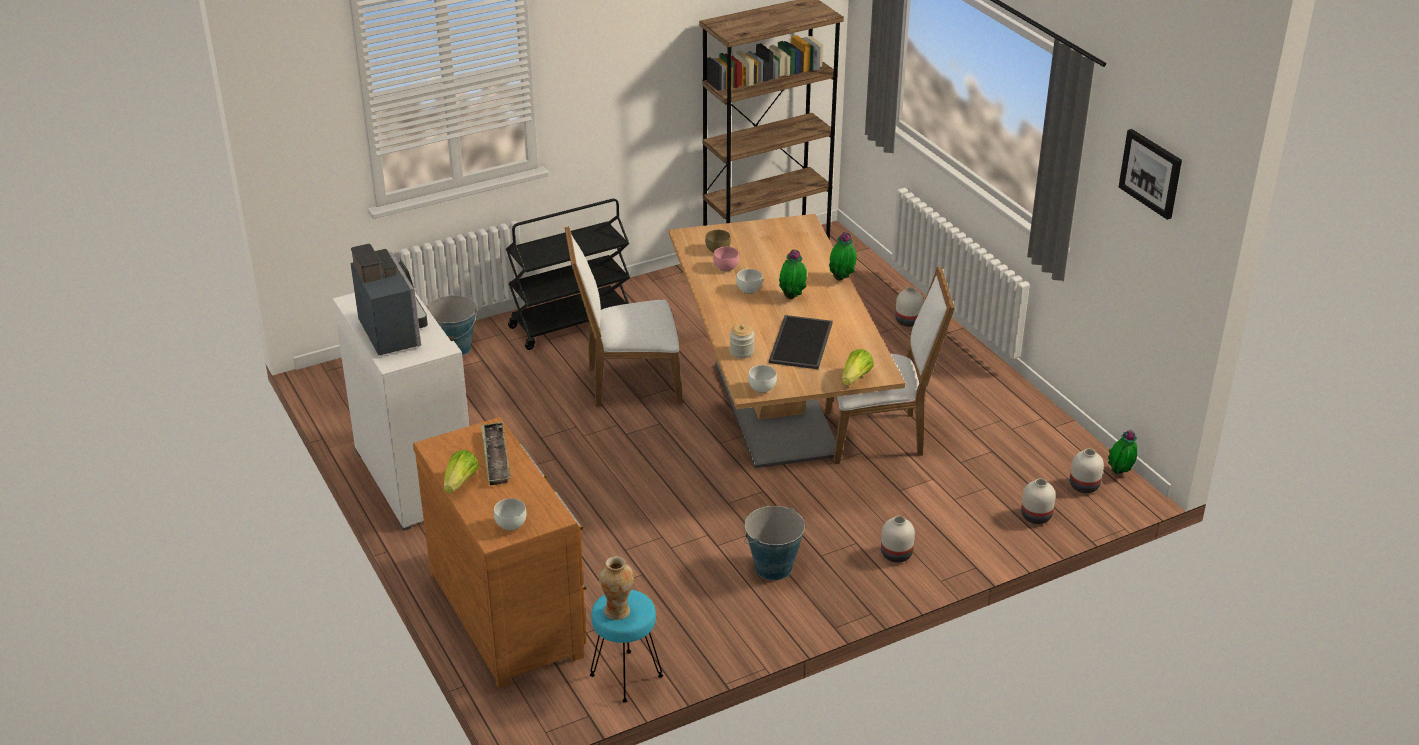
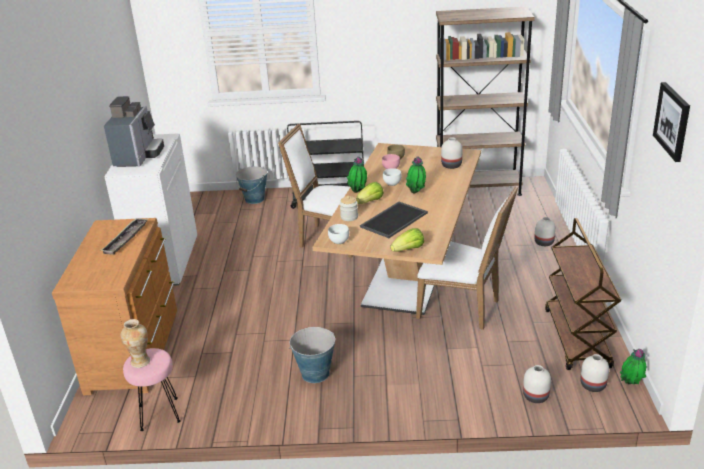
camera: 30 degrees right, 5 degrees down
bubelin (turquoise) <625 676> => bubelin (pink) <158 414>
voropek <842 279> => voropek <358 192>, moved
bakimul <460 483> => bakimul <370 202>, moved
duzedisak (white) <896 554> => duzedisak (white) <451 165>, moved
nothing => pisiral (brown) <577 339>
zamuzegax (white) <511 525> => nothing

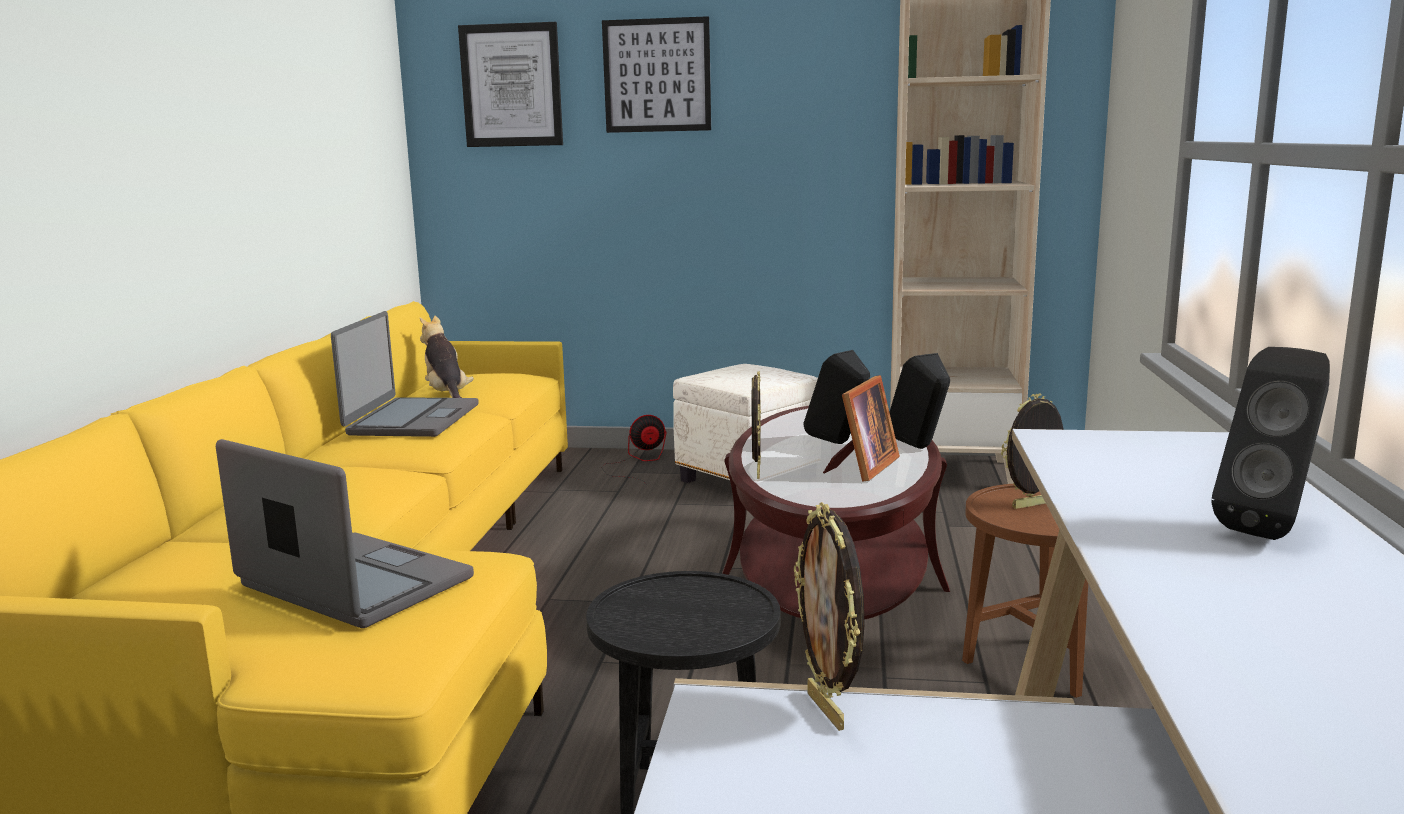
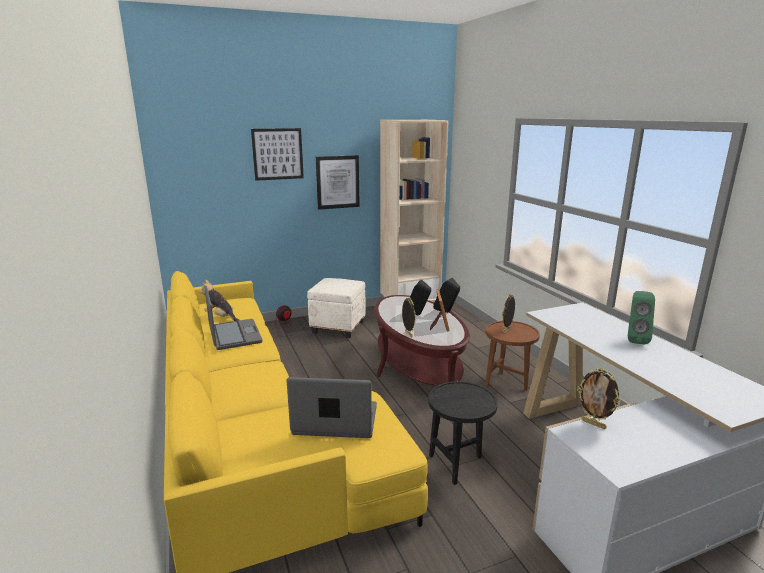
camera: 30 degrees left, 5 degrees up
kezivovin <511 85> => kezivovin <337 182>, moved
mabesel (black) <1271 529> => mabesel (green) <635 339>

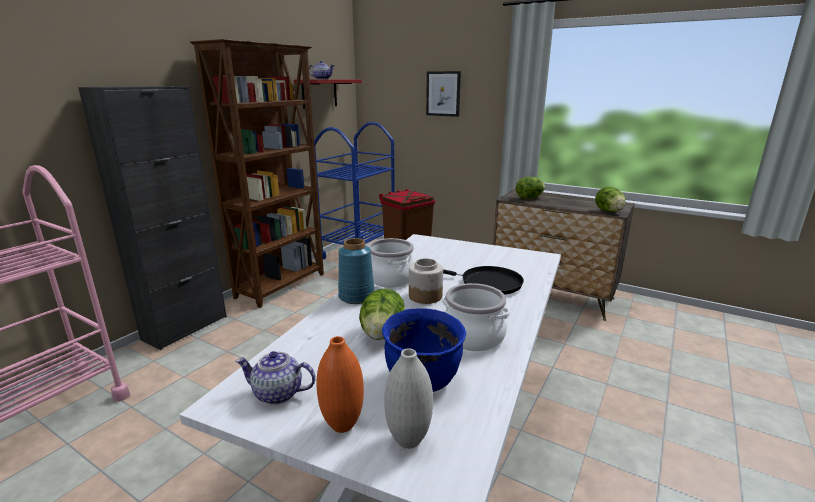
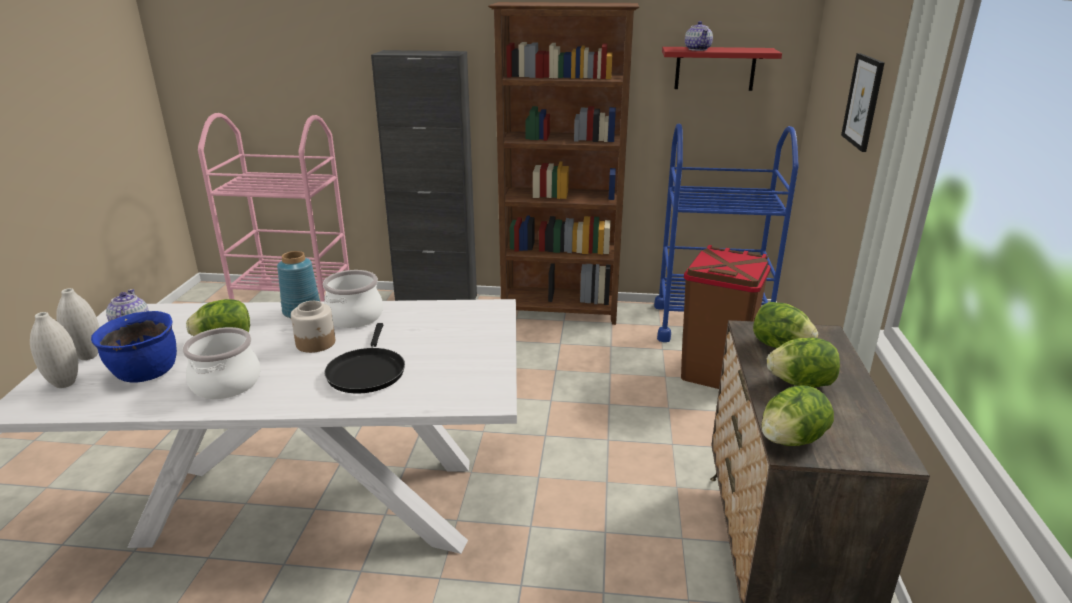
camera: 65 degrees right, 5 degrees up
duzedisak (orange) <342 425> => duzedisak (white) <88 356>
nothing => bakimul <801 383>

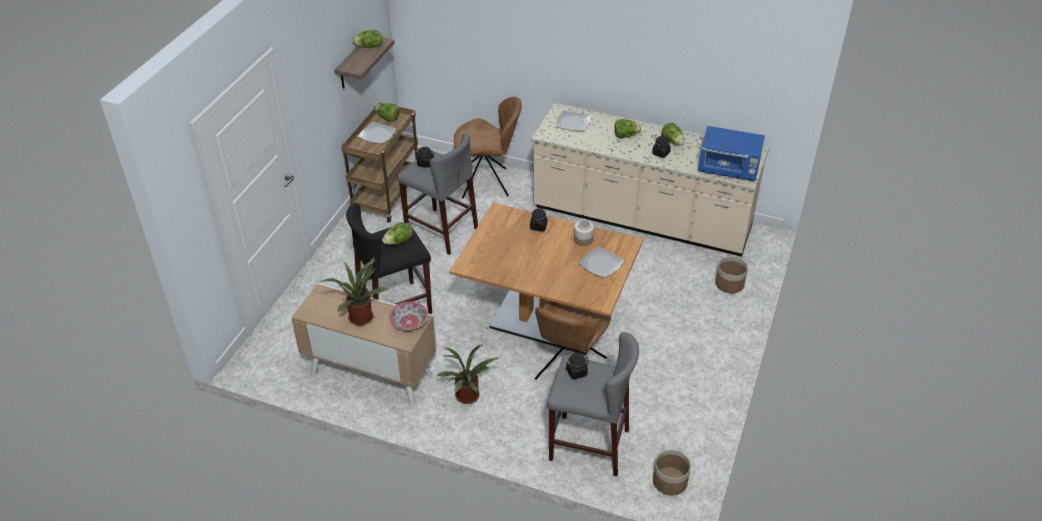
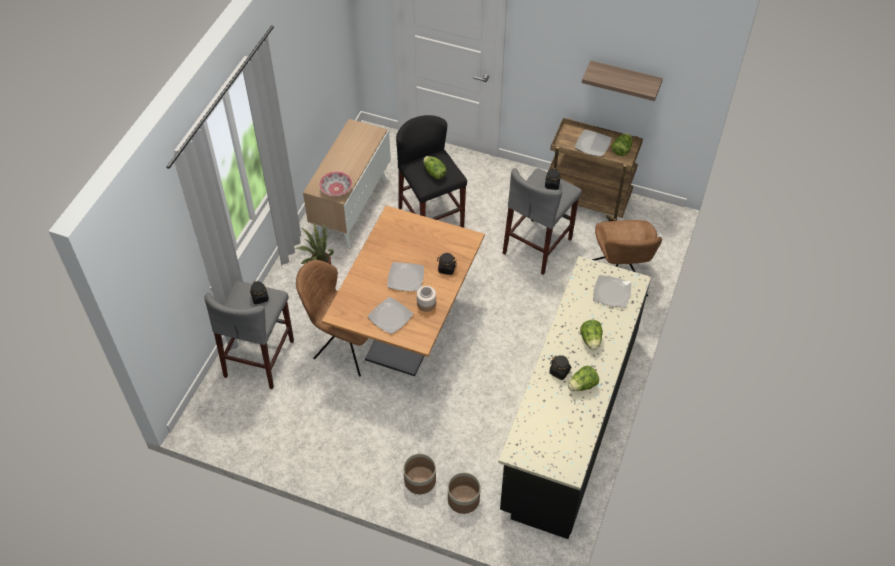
camera: 90 degrees right, 10 degrees up
nothing => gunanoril <406 278>
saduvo <670 481> => saduvo <420 480>, moved
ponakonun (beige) <641 219> => ponakonun (black) <569 421>
voropek <360 316> => nothing
bakimul <369 47> => nothing
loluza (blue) <729 169> => nothing

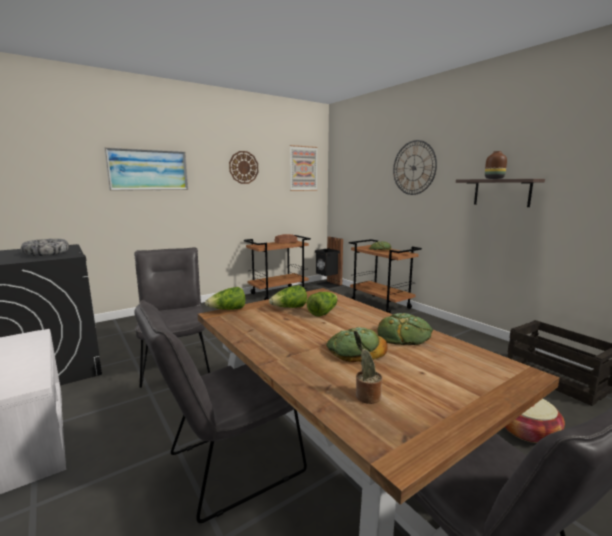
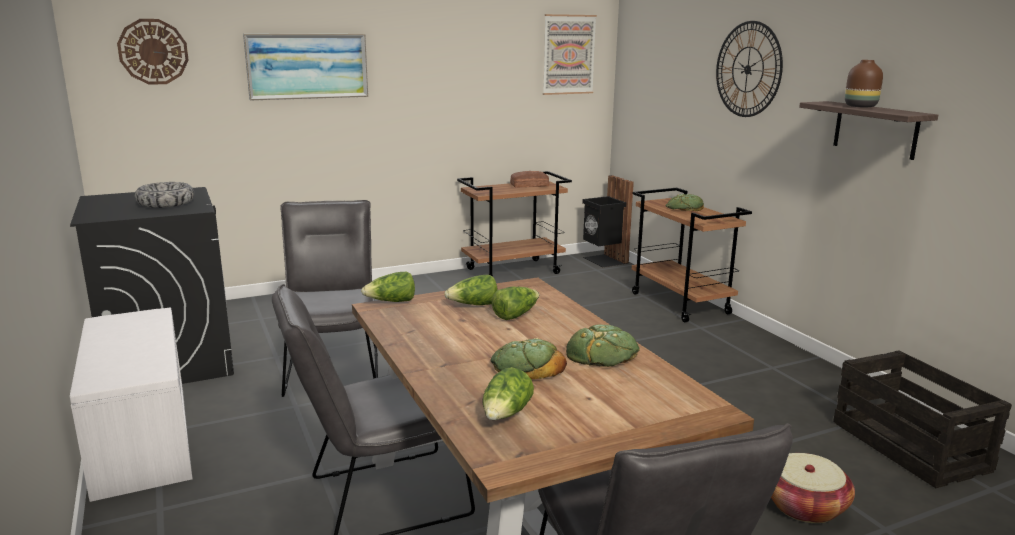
camera: 10 degrees right, 5 degrees up
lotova <243 167> => lotova <153 51>, moved
voropek <366 396> => bakimul <506 415>

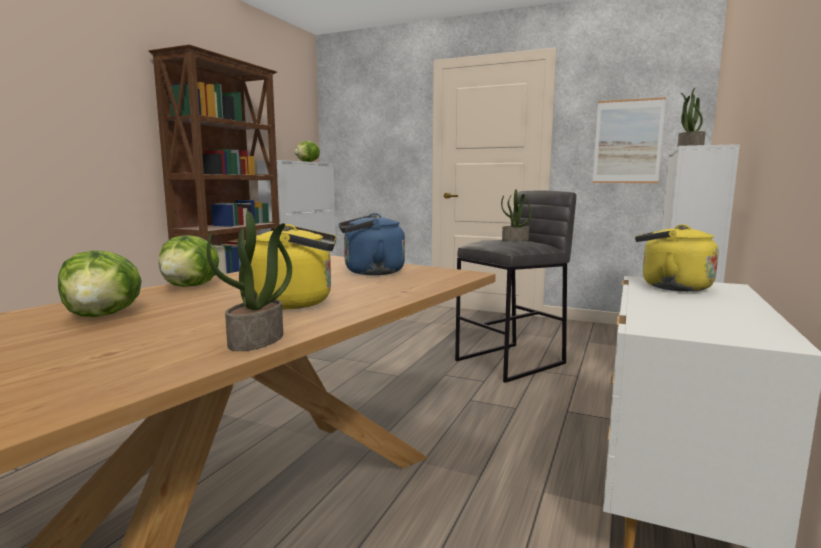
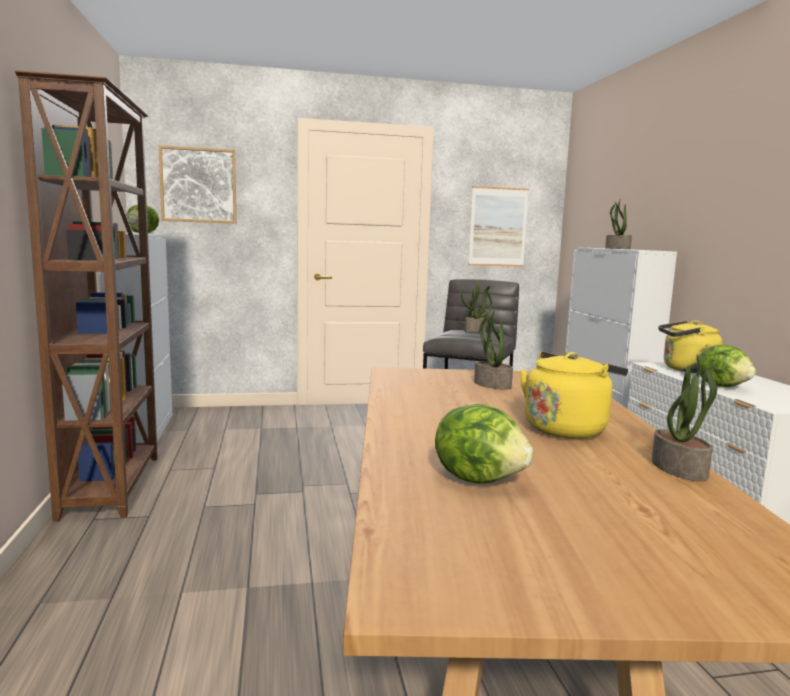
camera: 35 degrees left, 0 degrees up
nothing => kezivovin <198 185>
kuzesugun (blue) <370 272> => voropek <491 385>
bakimul <191 286> => bakimul <723 386>, moved

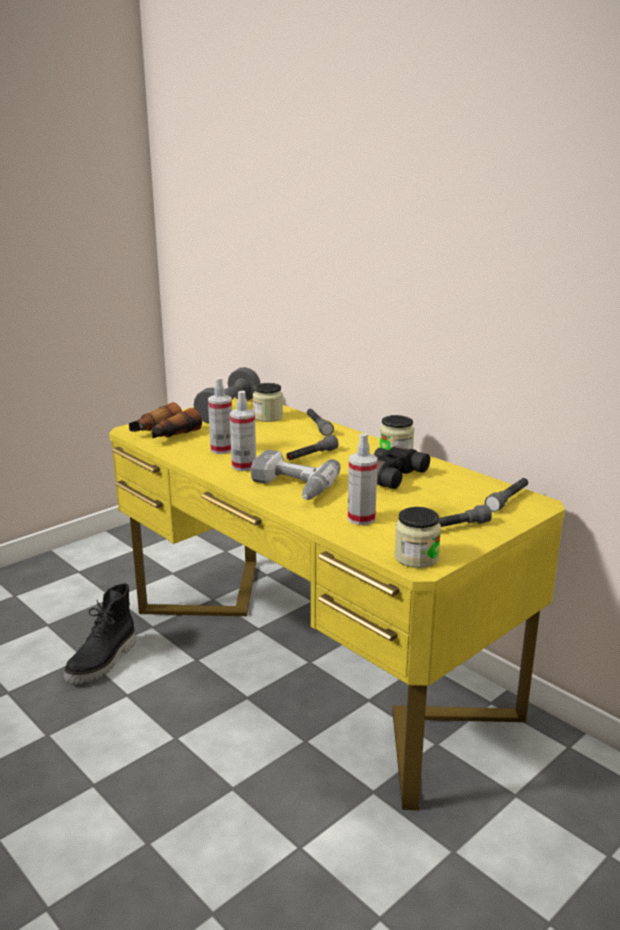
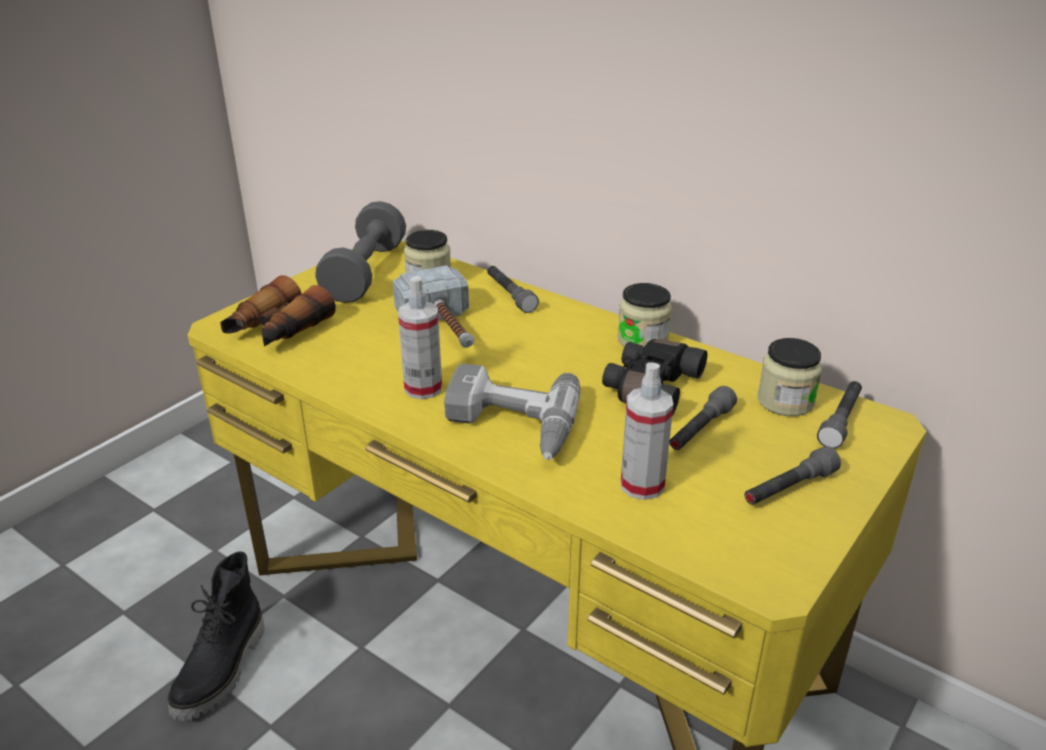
camera: 10 degrees left, 10 degrees up
nothing => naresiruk <445 330>
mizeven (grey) <311 456> => mizeven (grey) <700 430>, moved
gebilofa <416 557> => gebilofa <785 401>, moved
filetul <222 449> => nothing

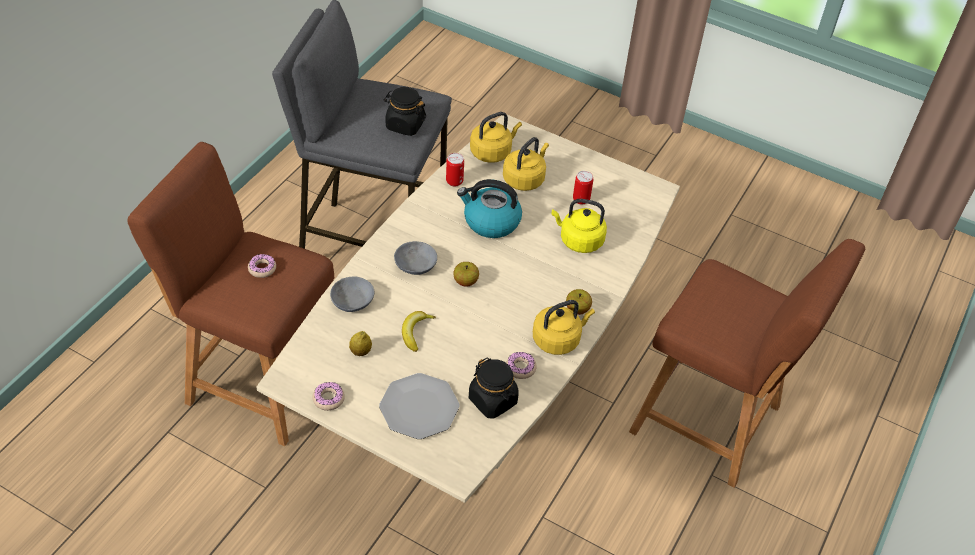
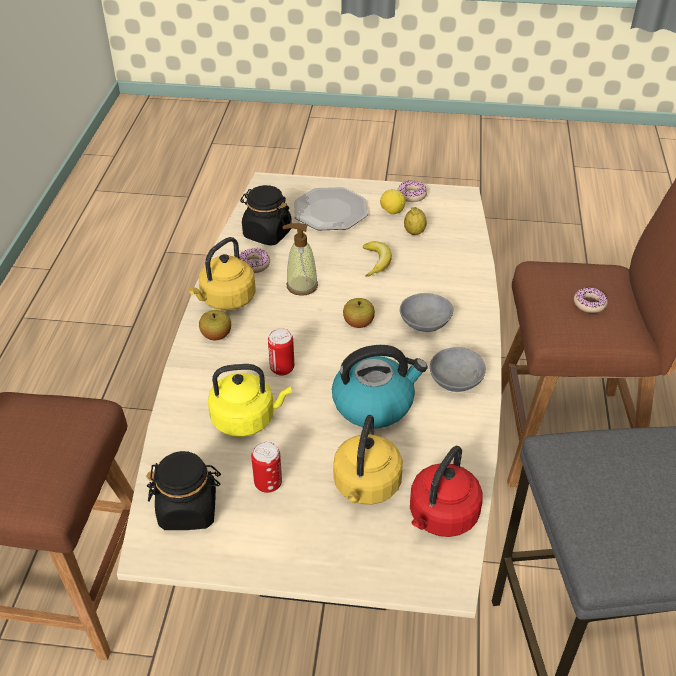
camera: 160 degrees right, 5 degrees down
gebilofa (black) <405 125> => gebilofa (black) <188 509>, moved
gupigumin <454 181> => gupigumin <282 368>, moved
nothing => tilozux <301 286>
nothing => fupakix <391 212>
kuzesugun (yellow) <492 152> => kuzesugun (red) <441 517>
zamuzegax (grey) <353 302> => zamuzegax (grey) <454 378>, moved

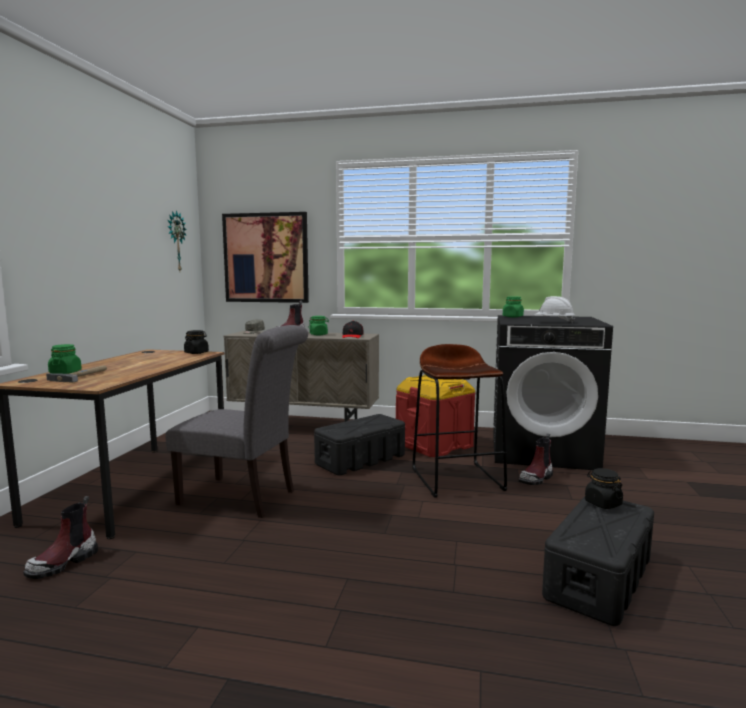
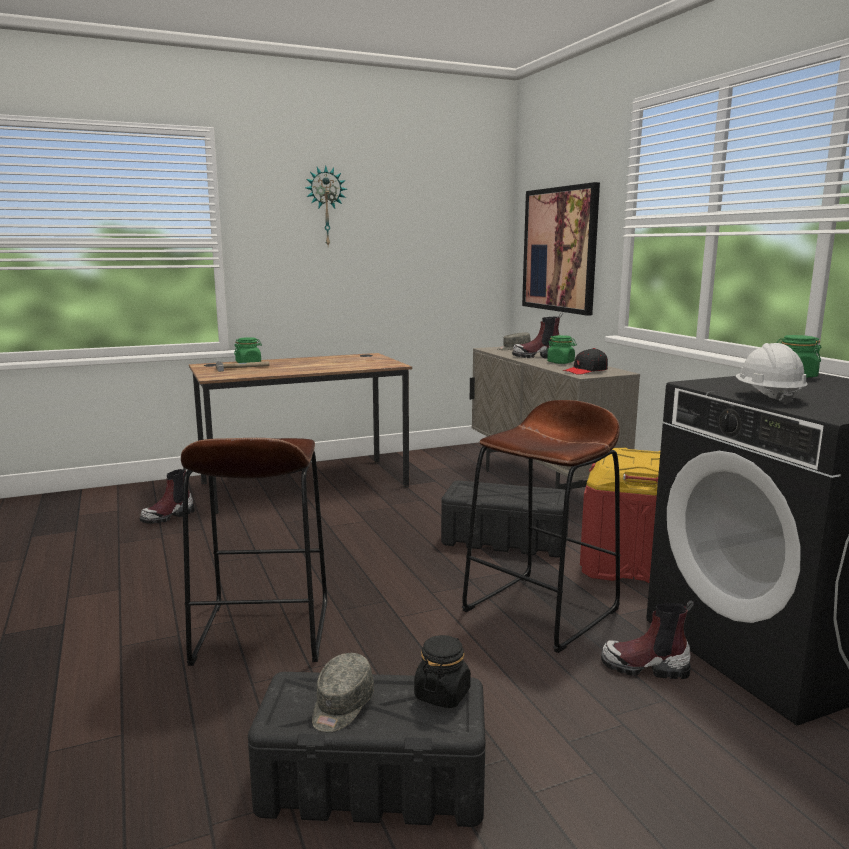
camera: 55 degrees right, 5 degrees up
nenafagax <64 563> => nenafagax <168 516>, 45 degrees counterclockwise
nothing => bubelin (brown) <262 632>
lotova <175 241> => lotova <325 207>, moved
nothing => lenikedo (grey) <341 706>
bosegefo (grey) <244 498> => nothing
gebilofa (black) <196 353> => nothing

